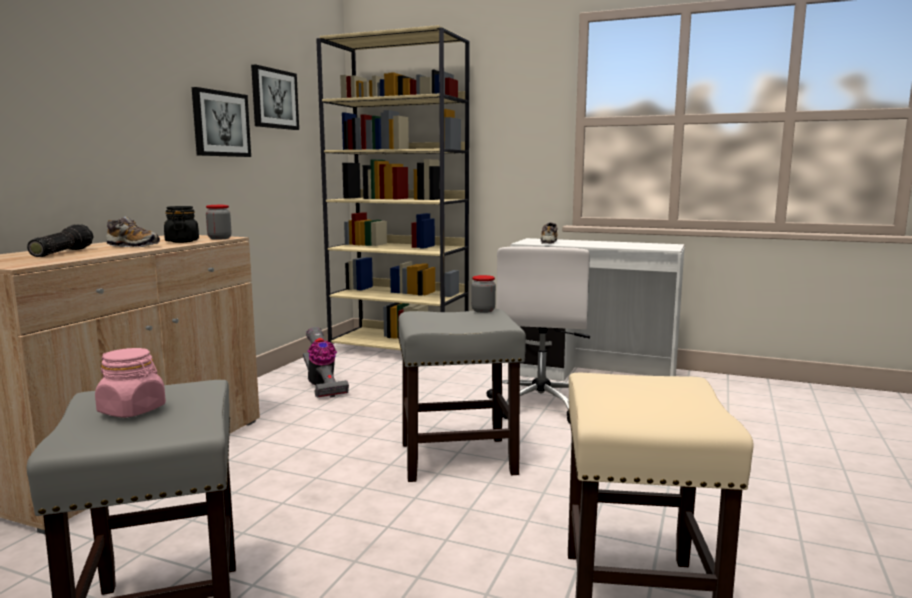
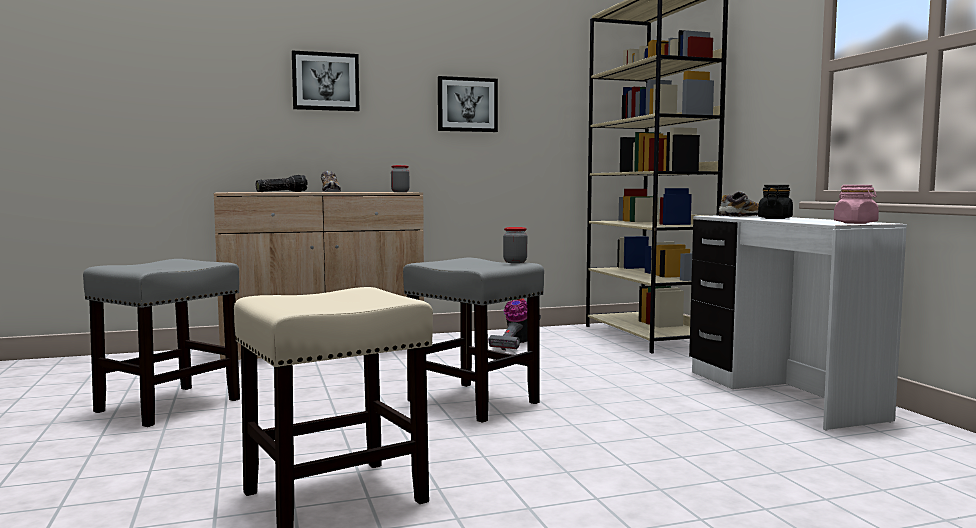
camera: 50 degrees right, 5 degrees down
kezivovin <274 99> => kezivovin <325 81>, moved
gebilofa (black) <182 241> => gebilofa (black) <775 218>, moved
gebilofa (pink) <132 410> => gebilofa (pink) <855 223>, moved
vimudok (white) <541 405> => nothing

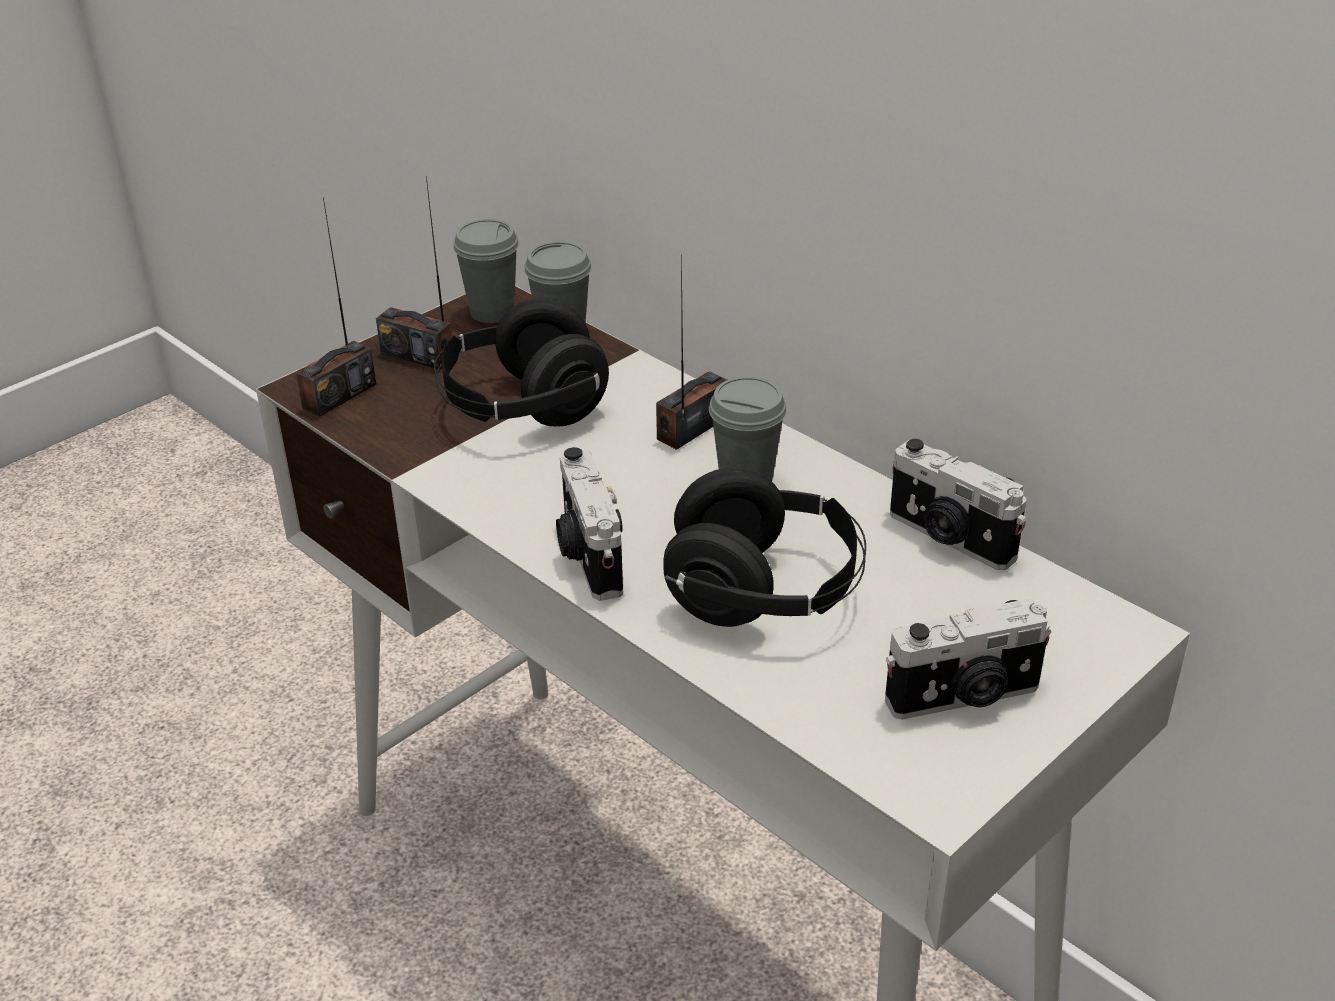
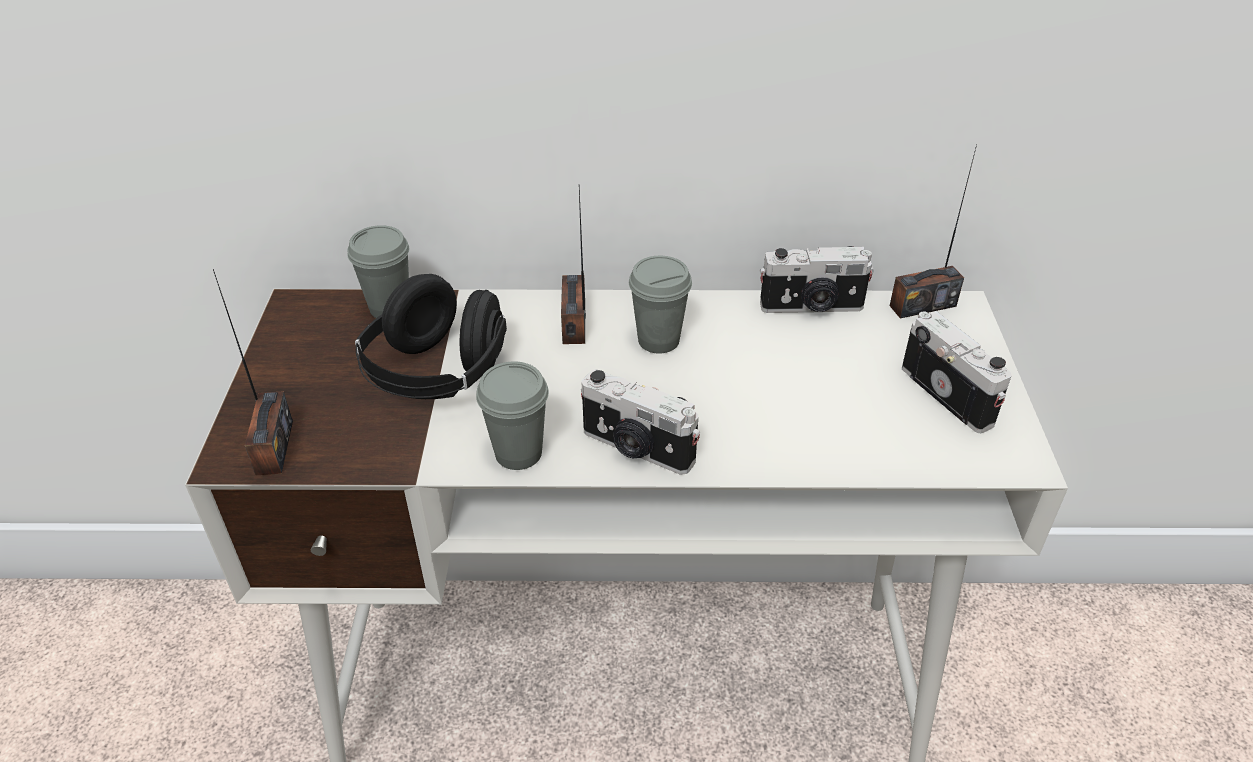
camera: 45 degrees left, 5 degrees up
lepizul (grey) <492 312> => lepizul (grey) <518 453>, moved
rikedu <418 355> => rikedu <922 305>, moved
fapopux <964 697> => fapopux <949 394>, 60 degrees counterclockwise
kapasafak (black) <764 593> => nothing

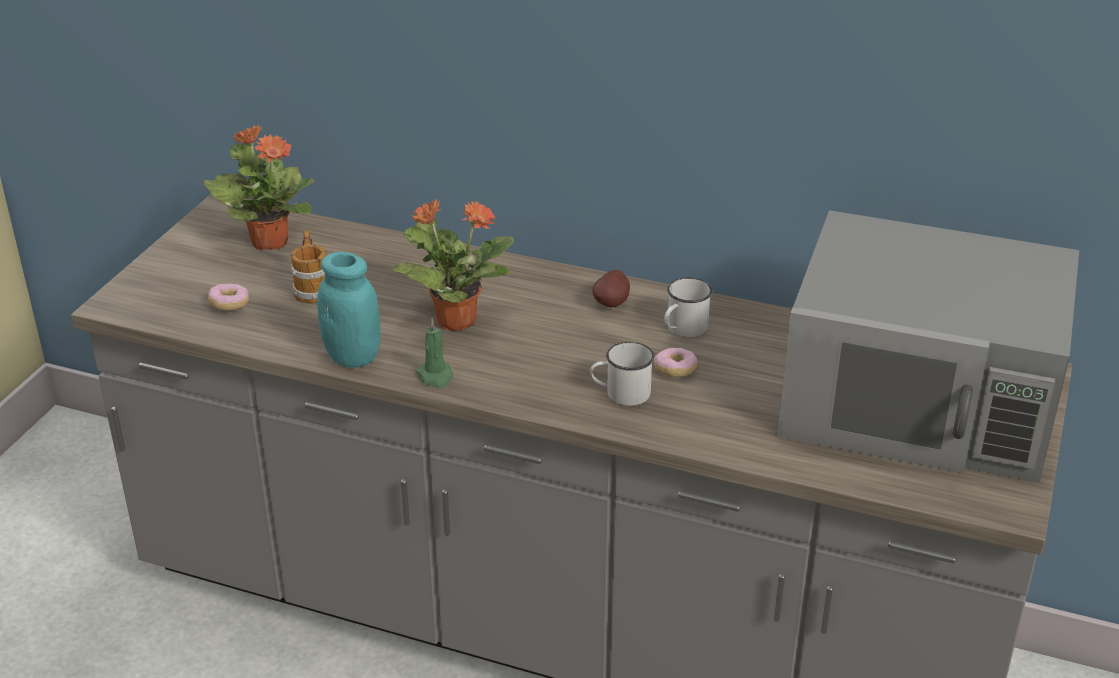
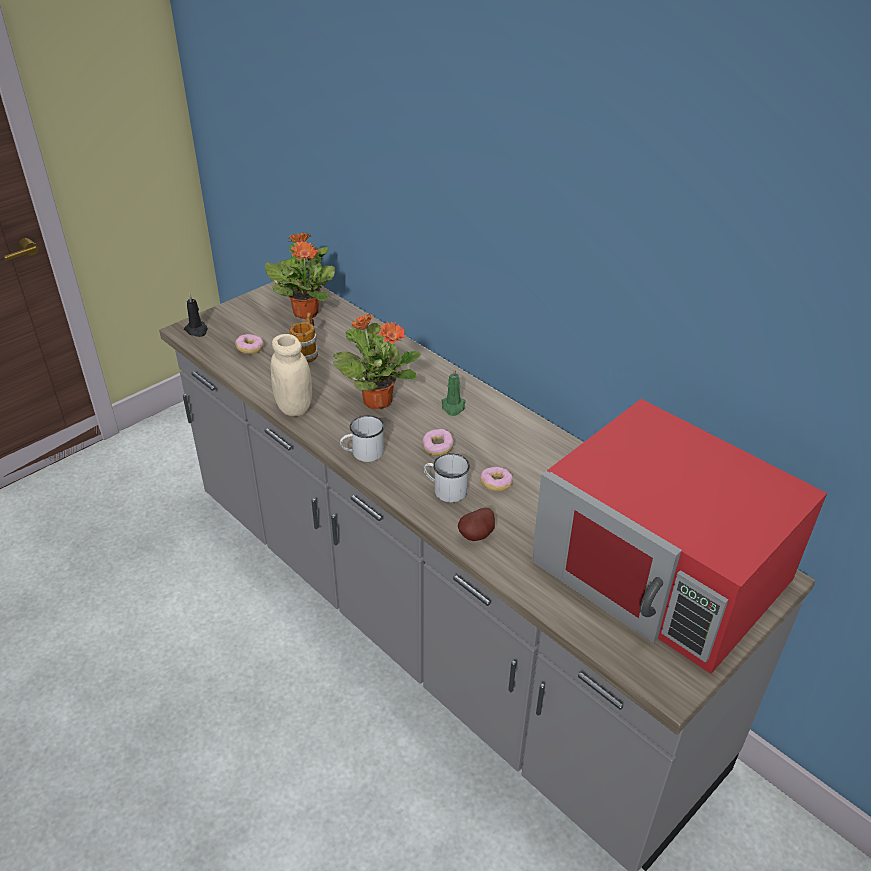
camera: 25 degrees right, 5 degrees up
nothing => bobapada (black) <197 330>
gebilofa (turquoise) <353 357> => gebilofa (beige) <294 407>
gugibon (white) <683 329> => gugibon (white) <363 453>, moved
nothing => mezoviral <437 447>
bobapada (green) <436 376> => bobapada (green) <453 407>, moved
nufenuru <613 304> => nufenuru <478 535>, moved
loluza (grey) <921 401> => loluza (red) <663 570>

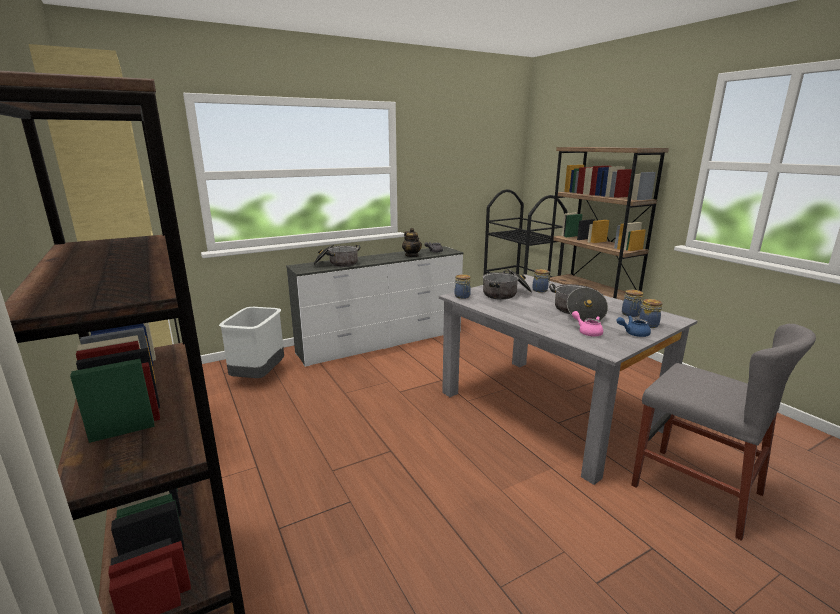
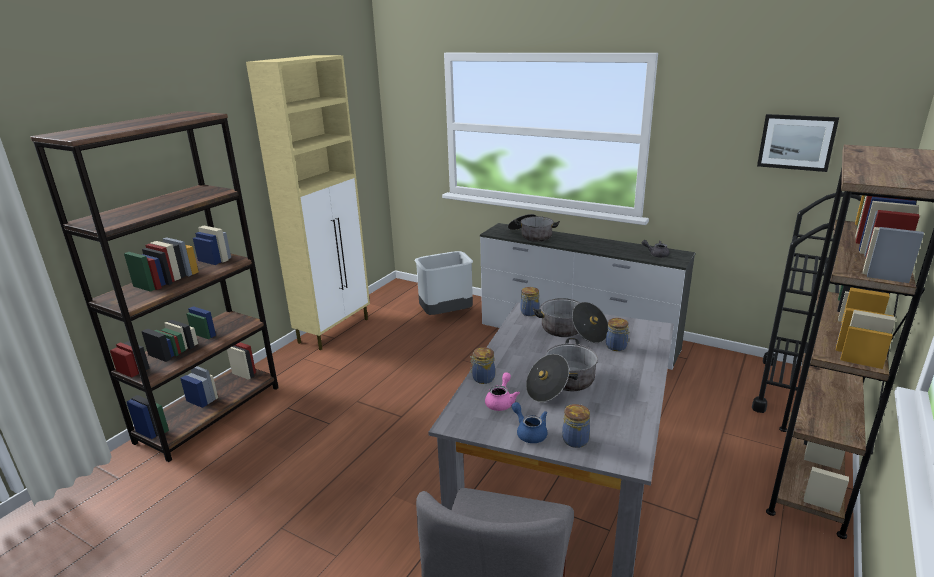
camera: 60 degrees right, 5 degrees up
gebilofa <630 314> => gebilofa <482 378>, moved
nothing => kezivovin <796 142>
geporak <412 255> => nothing

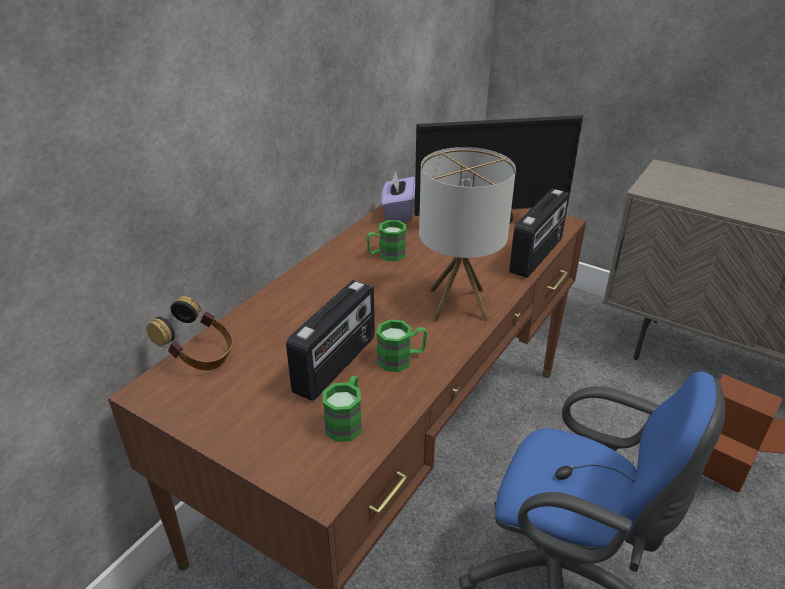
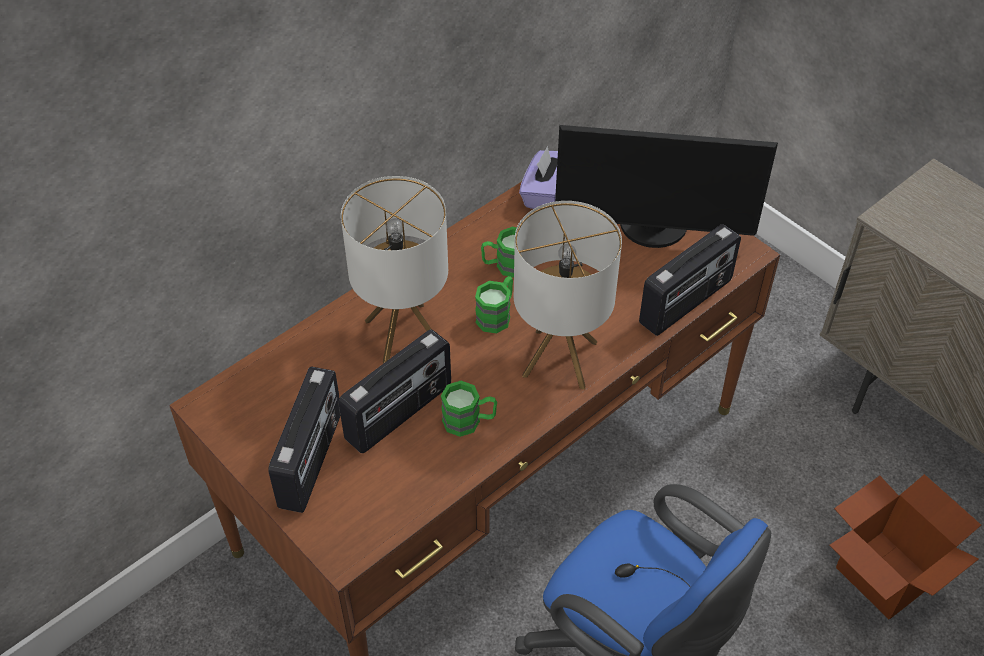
camera: 15 degrees right, 15 degrees up
nothing => rikedu <312 460>
nothing => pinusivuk <403 333>
gugibon (green) <346 421> => gugibon (green) <497 314>, moved
kapasafak <199 356> => nothing

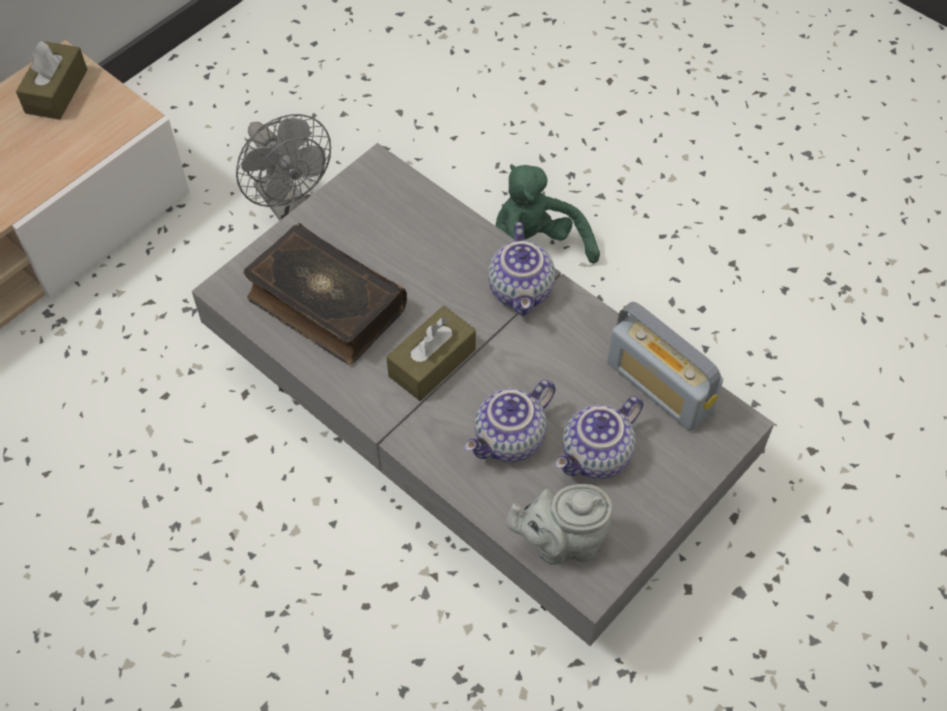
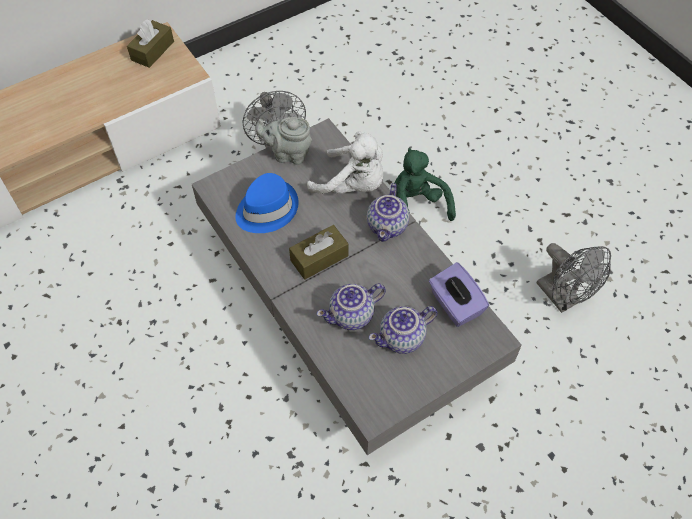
camera: 15 degrees right, 0 degrees up
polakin <325 304> => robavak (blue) <266 209>
geporak (grey) <561 542> => geporak (grey) <288 154>, moved
nothing => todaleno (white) <353 185>
rikedu <659 387> => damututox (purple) <455 305>
nothing => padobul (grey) <562 298>

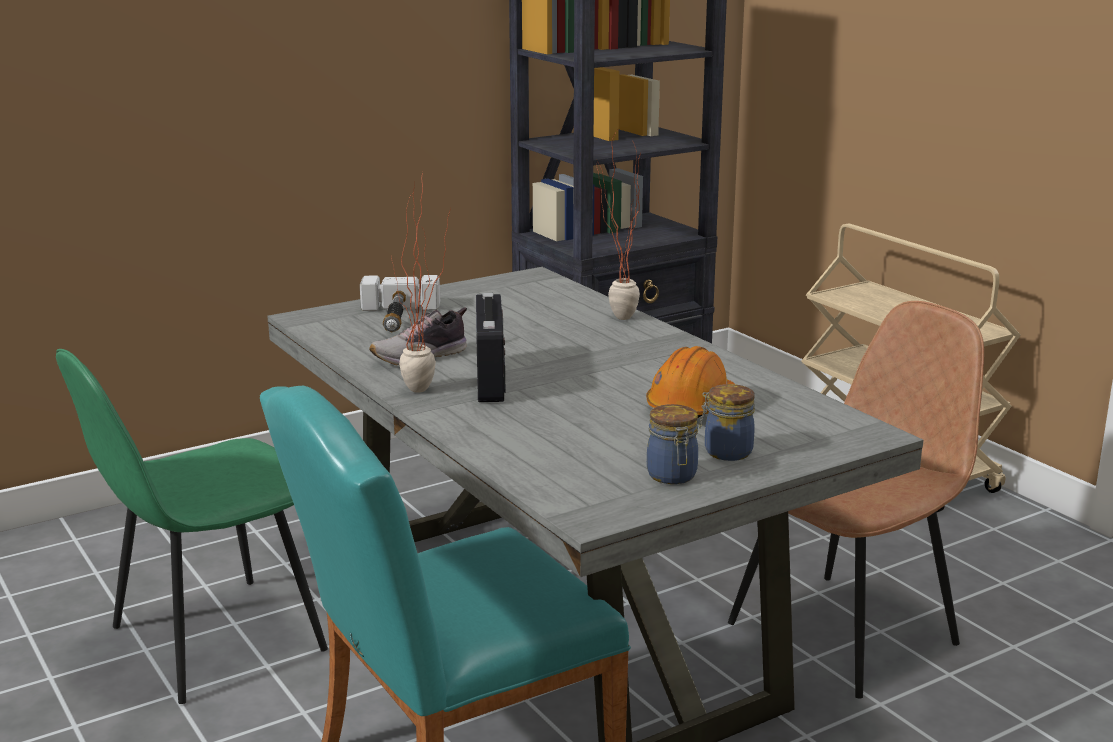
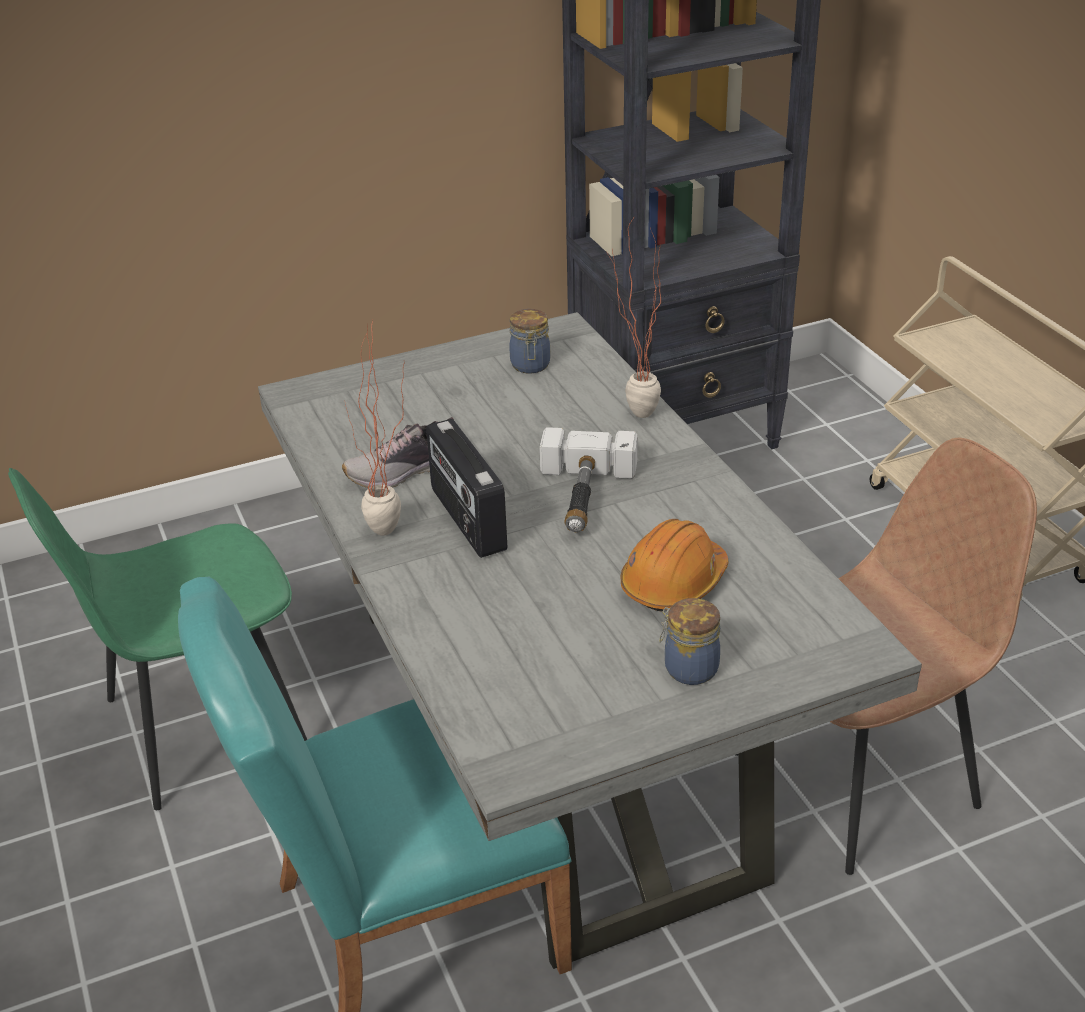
camera: 10 degrees right, 15 degrees up
rikedu <491 380> => rikedu <466 520>, 150 degrees clockwise
gebilofa <672 476> => gebilofa <530 366>, moved
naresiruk <397 320> => naresiruk <583 497>, moved

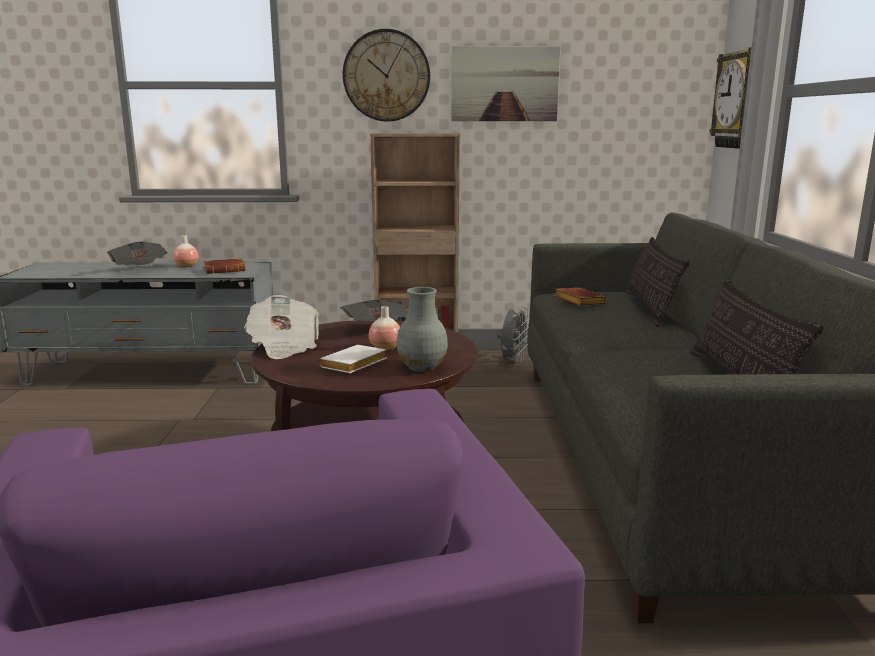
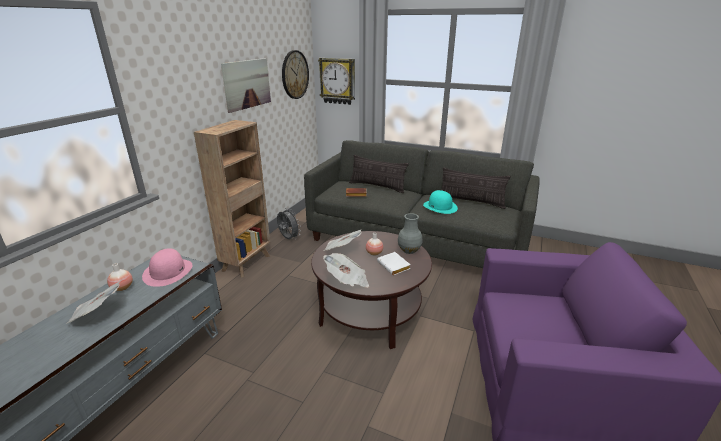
camera: 65 degrees left, 10 degrees up
polakin (brown) <225 270> => robavak (pink) <168 272>
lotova <386 76> => lotova <295 75>, moved
nothing => robavak (turquoise) <440 206>

